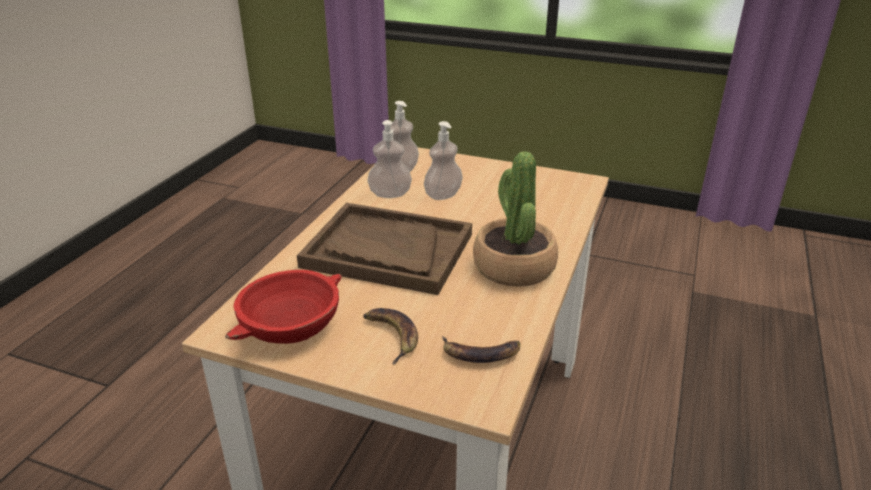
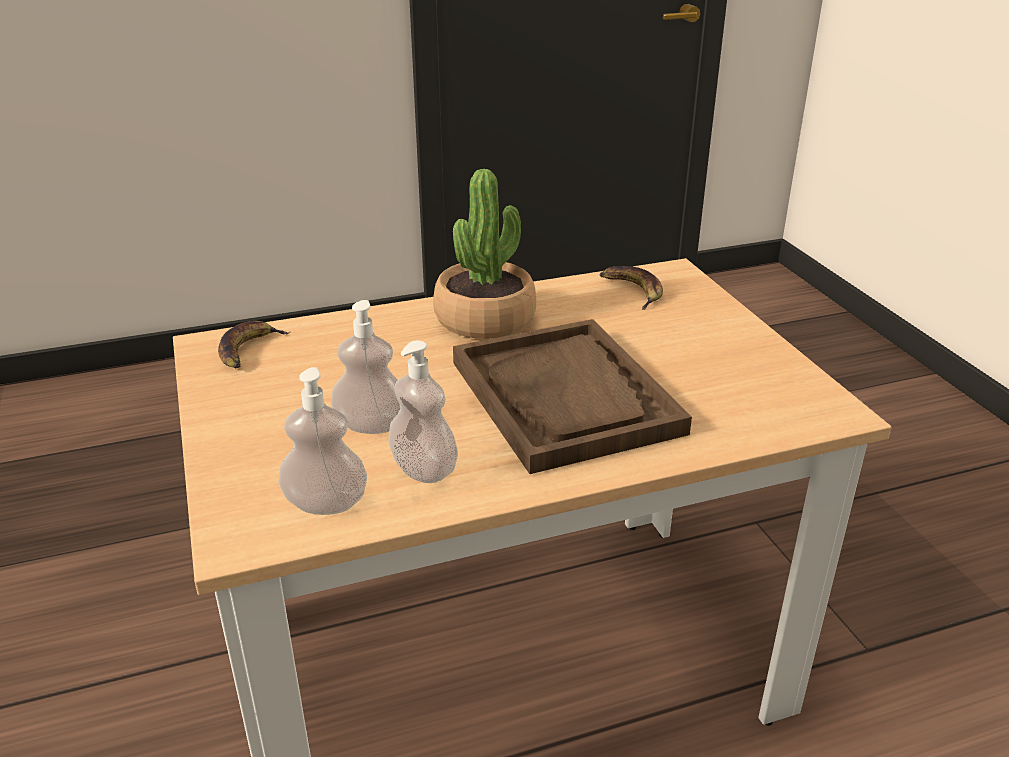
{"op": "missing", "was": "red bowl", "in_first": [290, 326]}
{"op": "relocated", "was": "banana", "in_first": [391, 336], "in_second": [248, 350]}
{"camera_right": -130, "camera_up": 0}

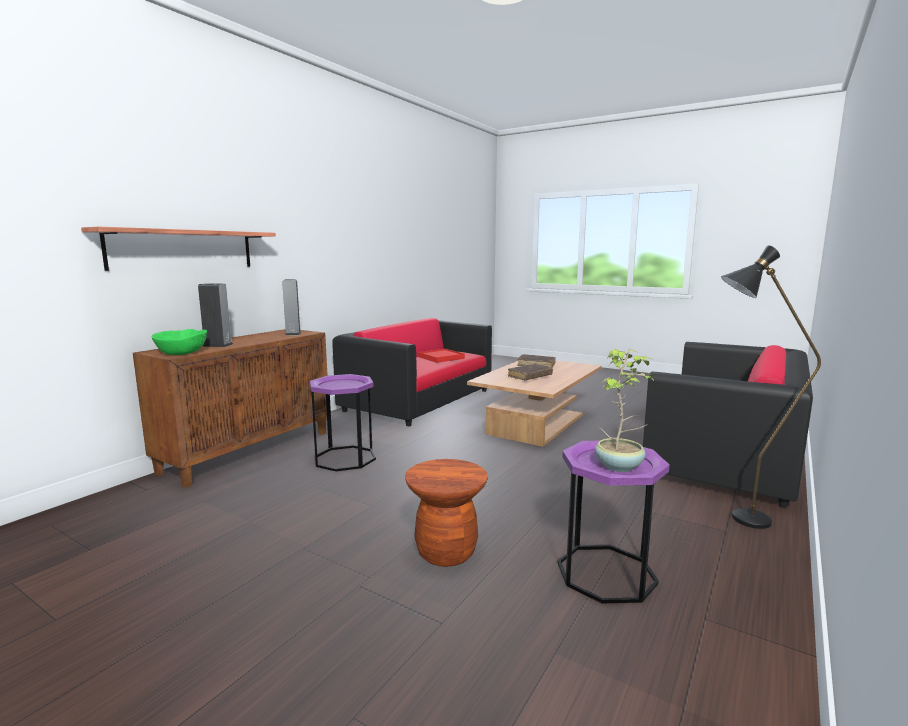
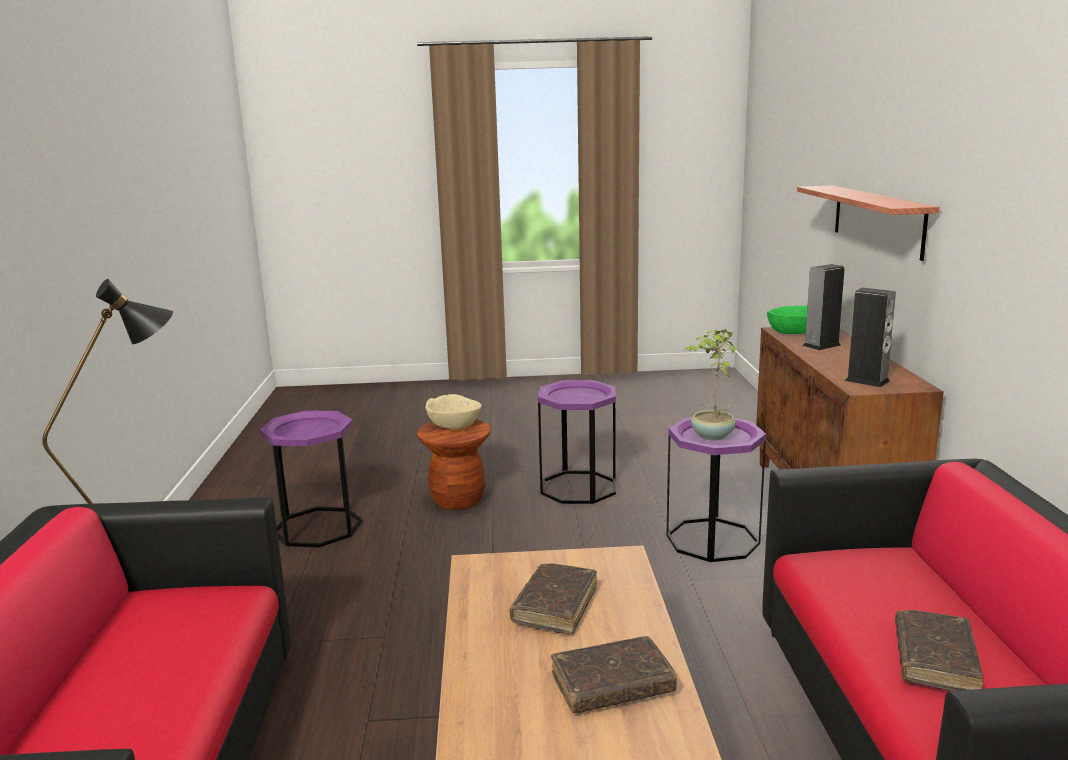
{"op": "exchanged", "was": "red tray", "now": "brown book", "in_first": [441, 358], "in_second": [935, 660]}
{"op": "relocated", "was": "potted plant", "in_first": [620, 466], "in_second": [711, 436]}
{"op": "appeared", "now": "beige bowl", "in_second": [454, 425]}
{"op": "appeared", "now": "purple side table", "in_second": [578, 487]}
{"camera_right": 145, "camera_up": 5}

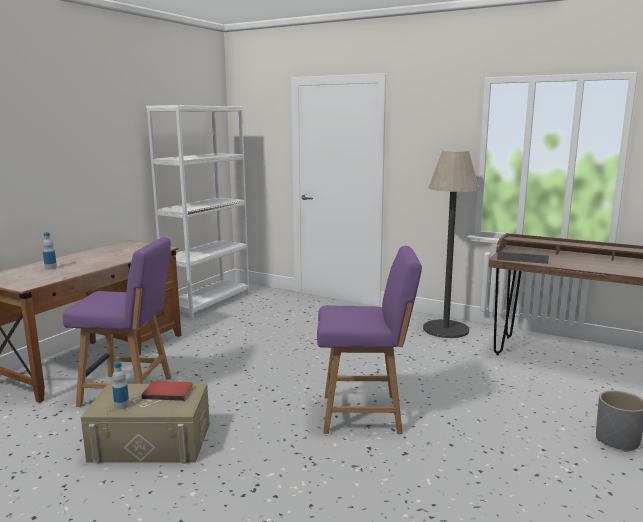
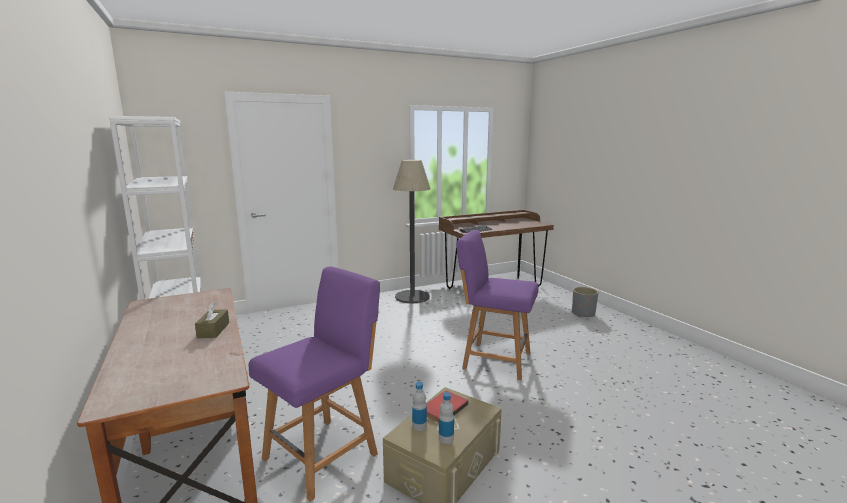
{"op": "relocated", "was": "bottle", "in_first": [51, 268], "in_second": [419, 426]}
{"op": "spun", "was": "purple chair", "in_first": [365, 413], "in_second": [494, 360], "clockwise": -105}
{"op": "appeared", "now": "brown tissue box", "in_second": [213, 330]}
{"camera_right": -55, "camera_up": 0}

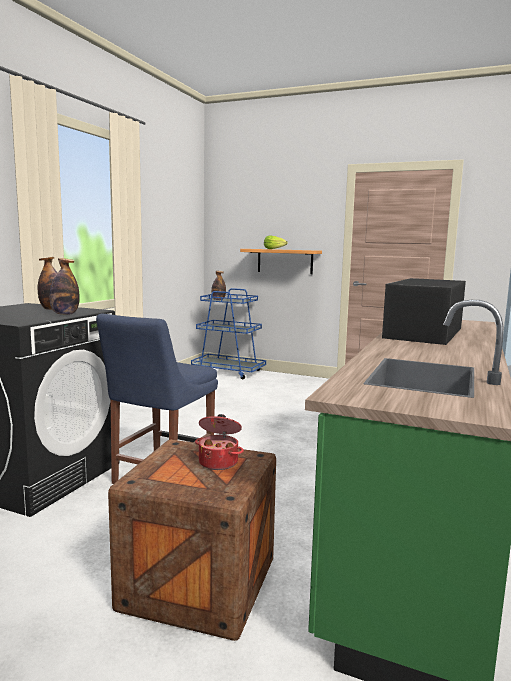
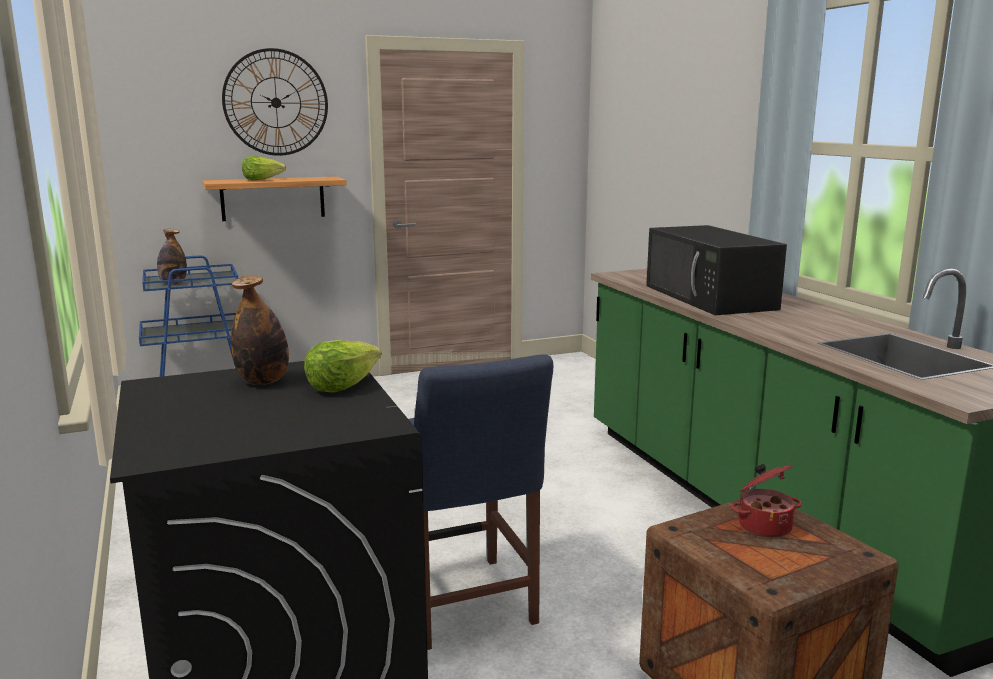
{"op": "exchanged", "was": "bottle", "now": "lettuce", "in_first": [65, 314], "in_second": [342, 385]}
{"op": "appeared", "now": "wall clock", "in_second": [276, 102]}
{"camera_right": -45, "camera_up": 5}

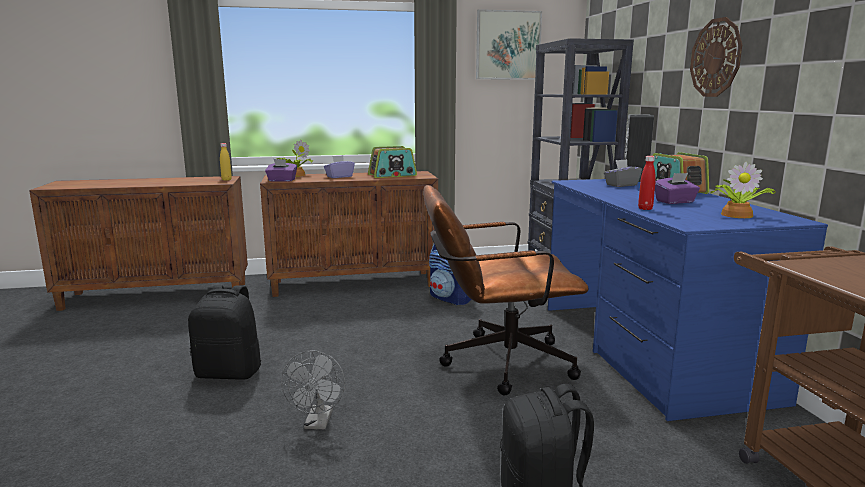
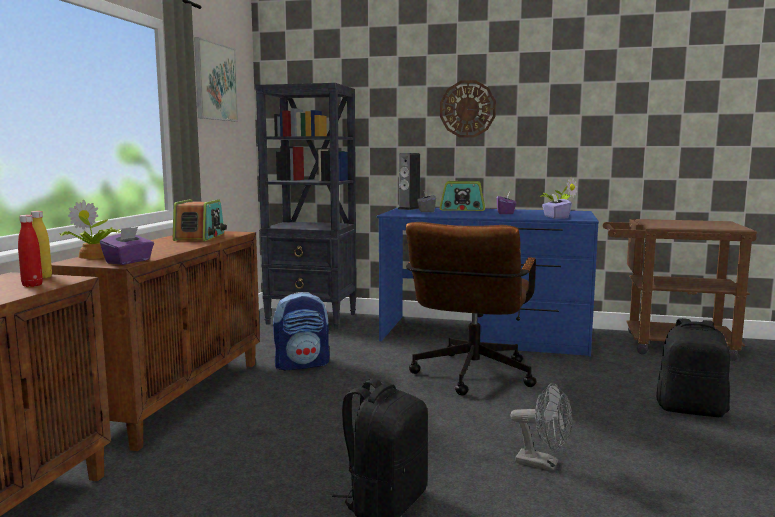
{"op": "relocated", "was": "purple tissue box", "in_first": [339, 176], "in_second": [555, 217]}
{"op": "relocated", "was": "red bottle", "in_first": [645, 209], "in_second": [32, 285]}
{"camera_right": -65, "camera_up": -5}

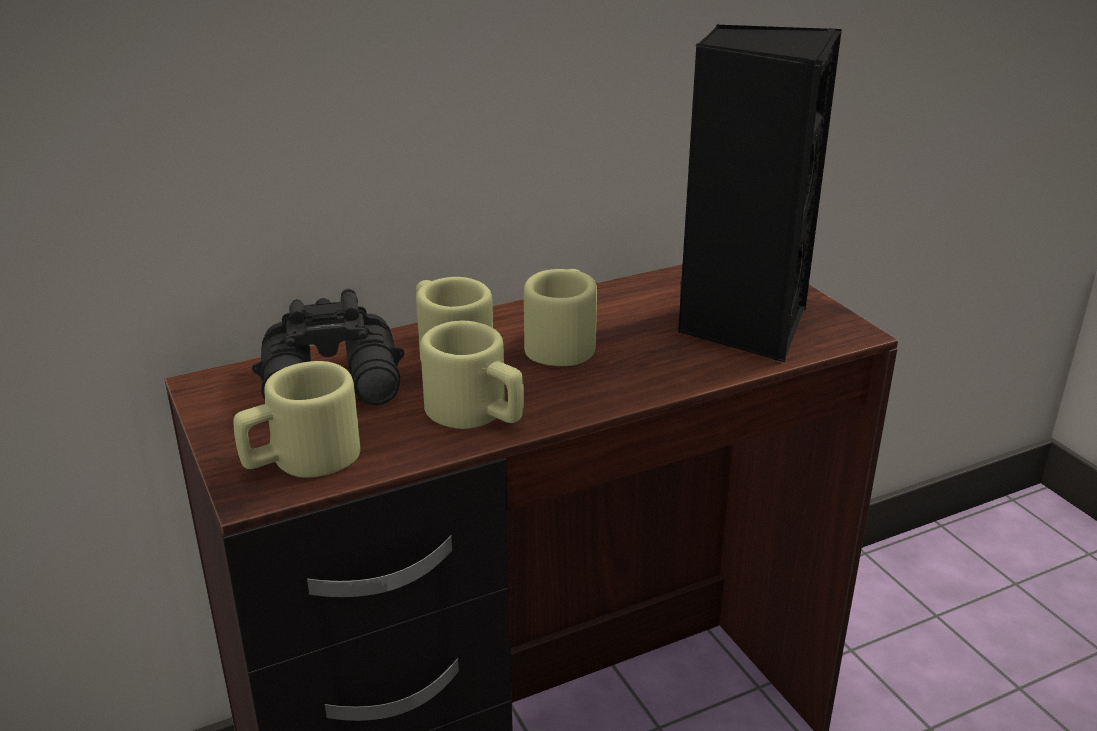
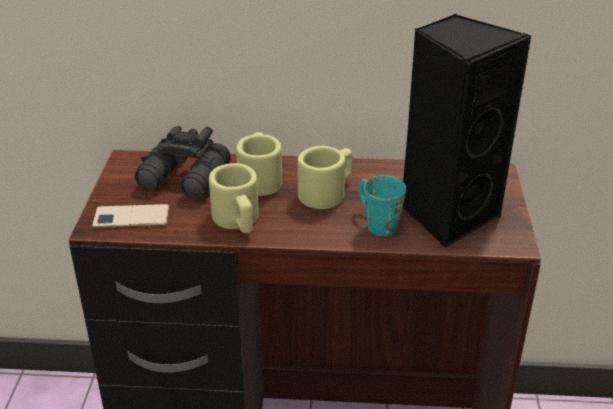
{"op": "exchanged", "was": "beige mug", "now": "phone", "in_first": [301, 460], "in_second": [131, 217]}
{"op": "appeared", "now": "turquoise mug", "in_second": [375, 222]}
{"camera_right": 30, "camera_up": 5}

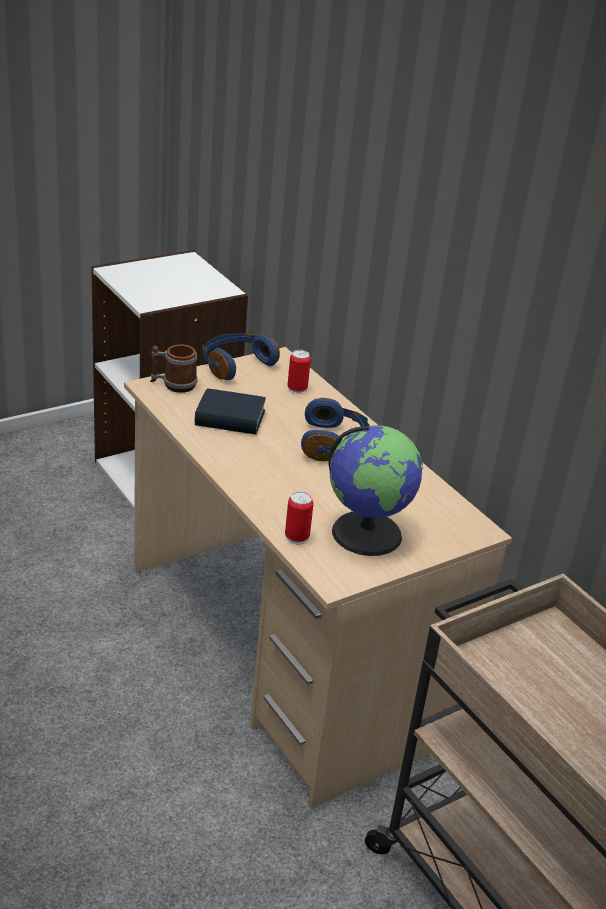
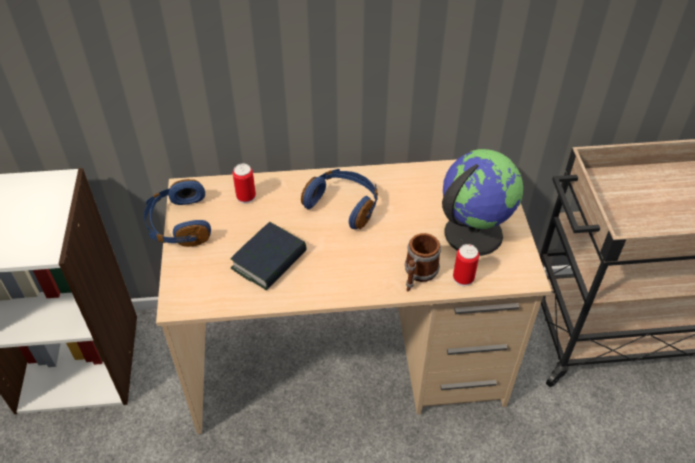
{"op": "relocated", "was": "mug", "in_first": [173, 384], "in_second": [418, 275]}
{"camera_right": -60, "camera_up": 15}

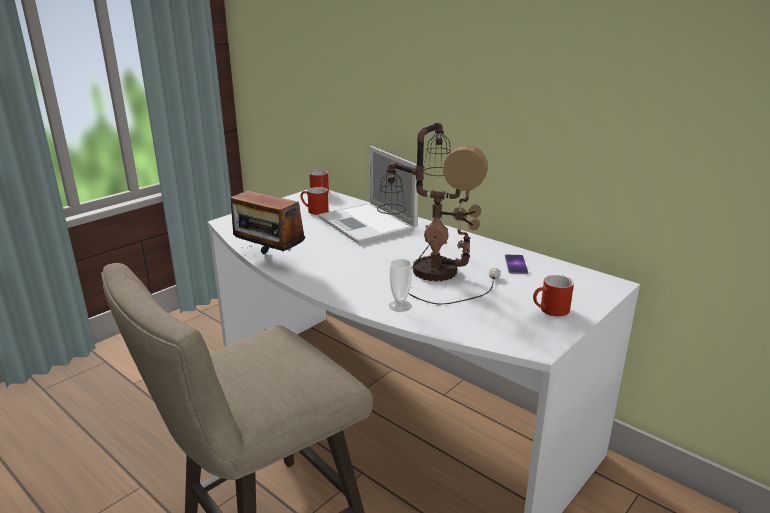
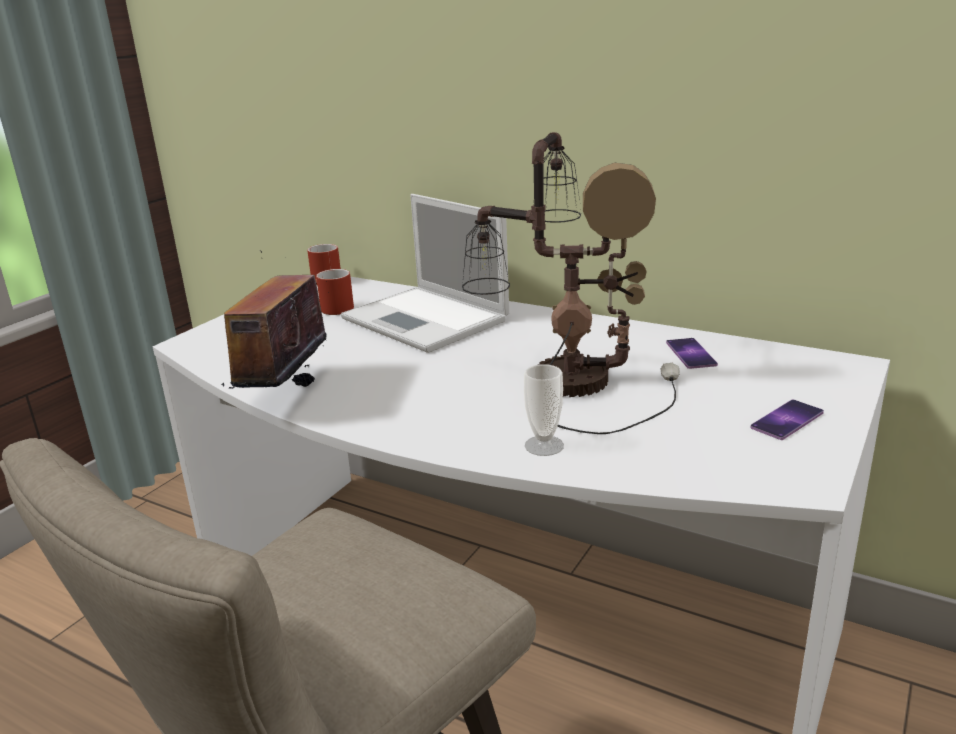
{"op": "spun", "was": "radio", "in_first": [269, 259], "in_second": [285, 396], "clockwise": 75}
{"op": "exchanged", "was": "red mug", "now": "phone", "in_first": [550, 311], "in_second": [787, 420]}
{"camera_right": -10, "camera_up": 0}

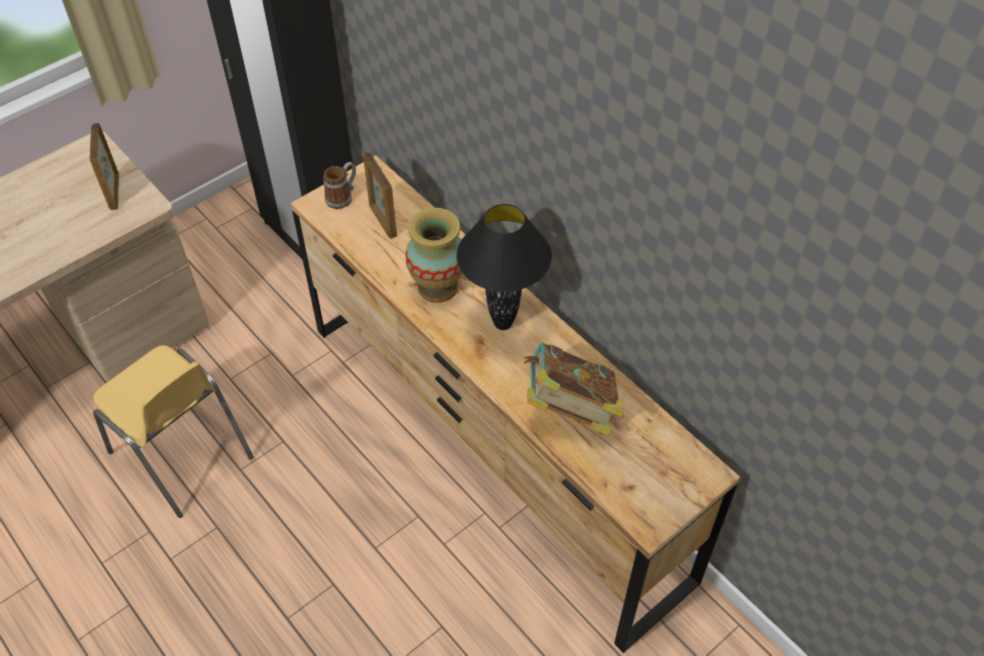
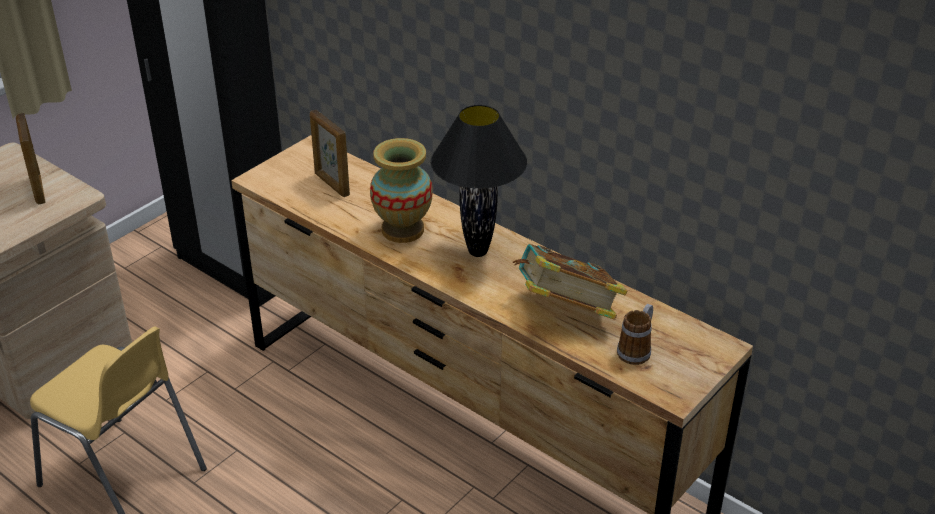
{"op": "relocated", "was": "mug", "in_first": [343, 197], "in_second": [636, 350]}
{"camera_right": -10, "camera_up": -15}

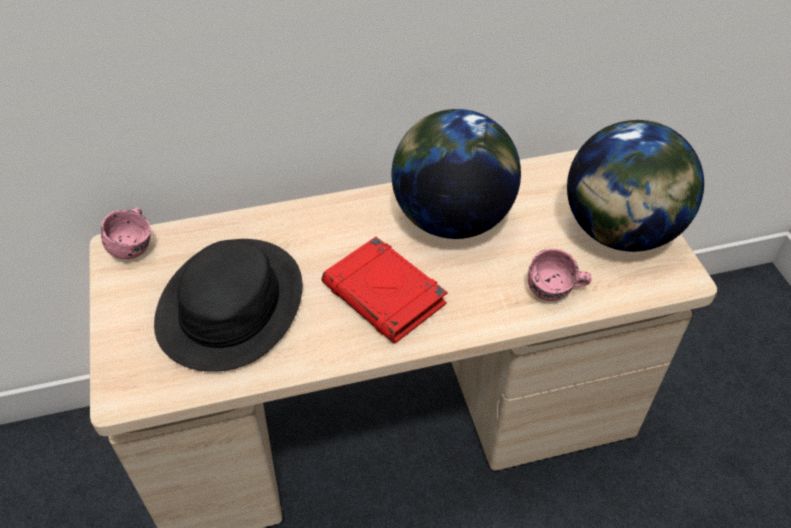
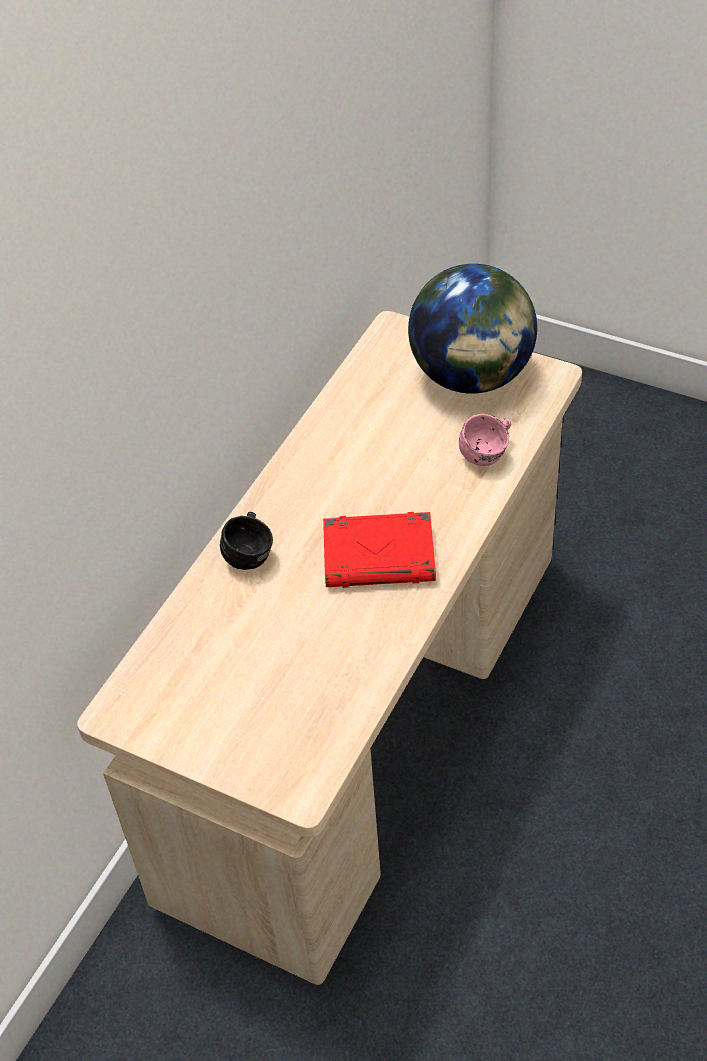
{"op": "missing", "was": "pink mug", "in_first": [135, 246]}
{"op": "missing", "was": "black hat", "in_first": [230, 304]}
{"op": "missing", "was": "globe", "in_first": [451, 219]}
{"op": "appeared", "now": "black mug", "in_second": [251, 554]}
{"camera_right": -45, "camera_up": 0}

